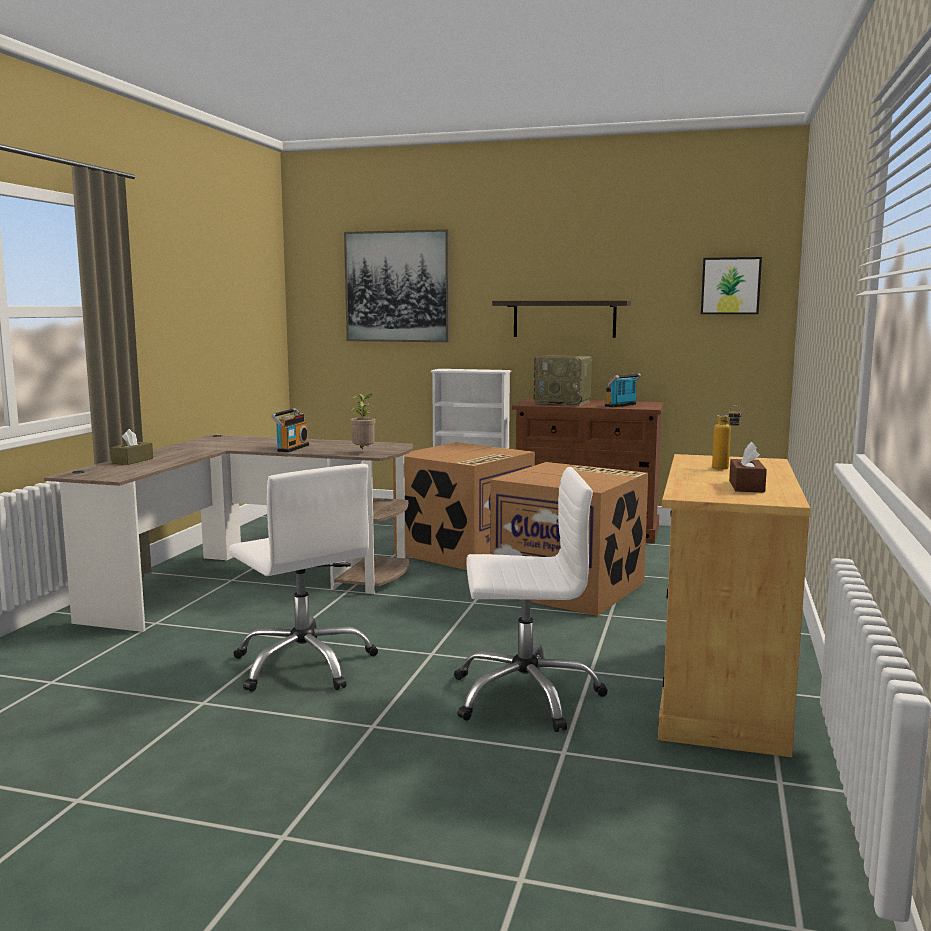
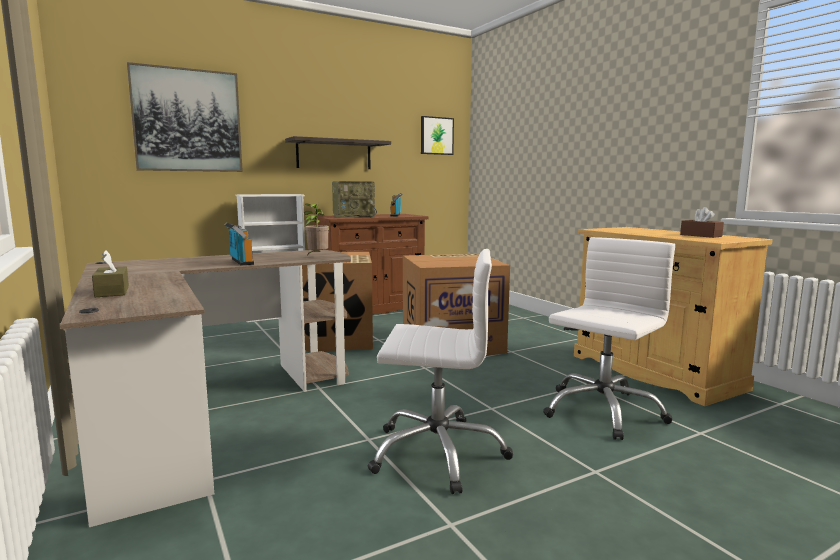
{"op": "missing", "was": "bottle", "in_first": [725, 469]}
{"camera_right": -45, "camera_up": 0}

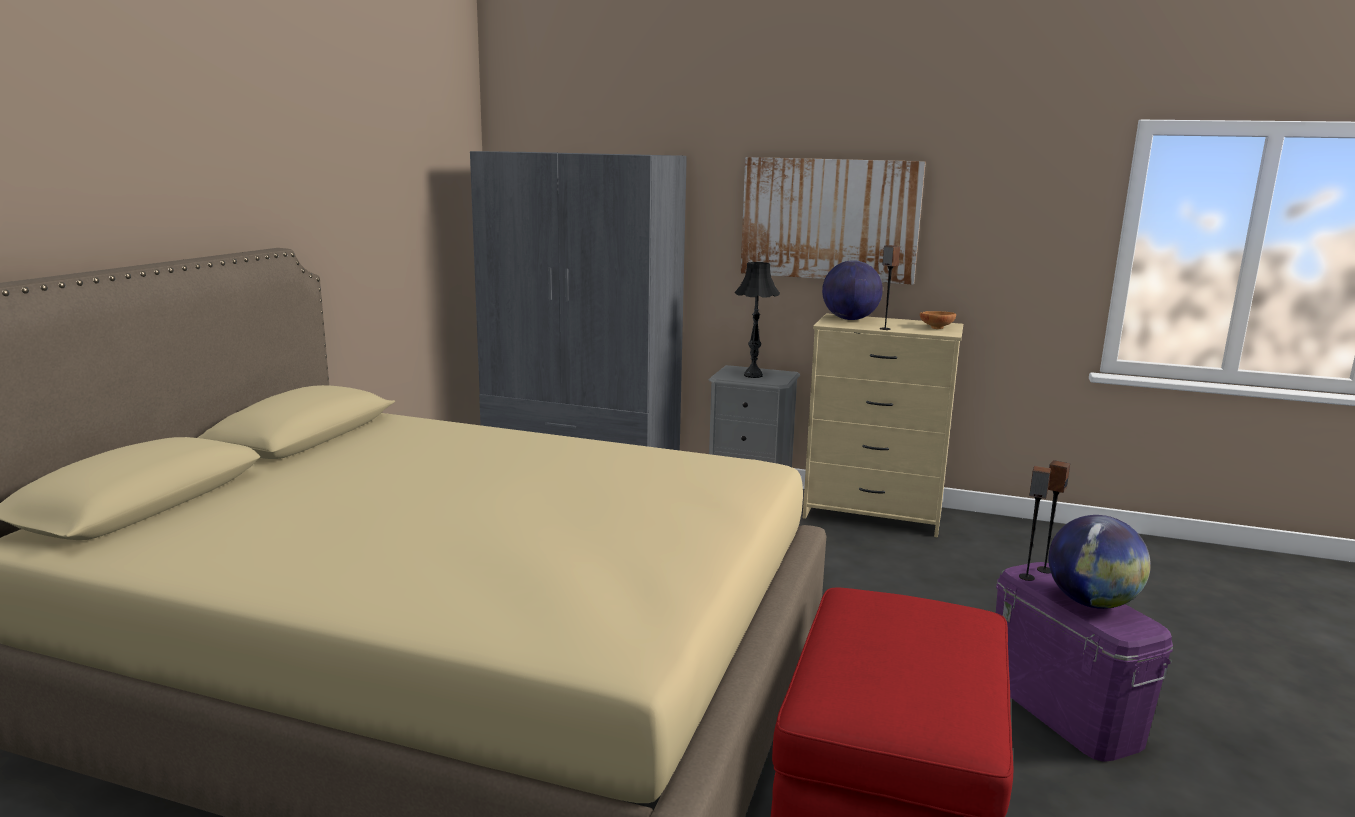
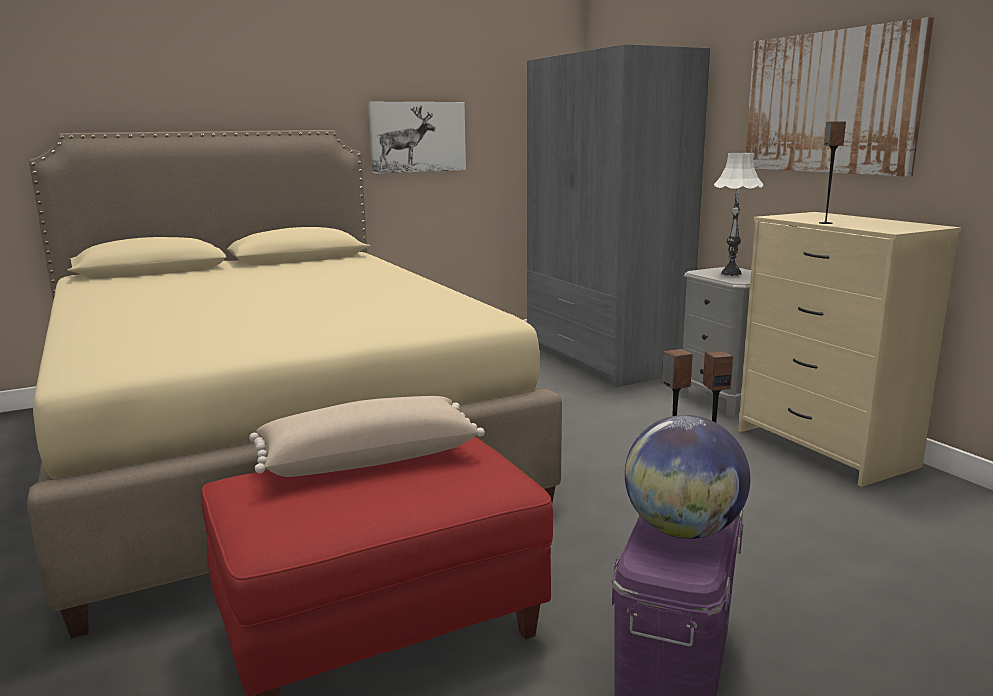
{"op": "colour", "was": "black table lamp", "now": "white table lamp", "in_first": [753, 375], "in_second": [731, 274]}
{"op": "missing", "was": "globe", "in_first": [849, 319]}
{"op": "missing", "was": "brown bowl", "in_first": [936, 327]}
{"op": "appeared", "now": "beige pillow", "in_second": [368, 458]}
{"op": "appeared", "now": "picture", "in_second": [417, 137]}
{"camera_right": 45, "camera_up": 0}

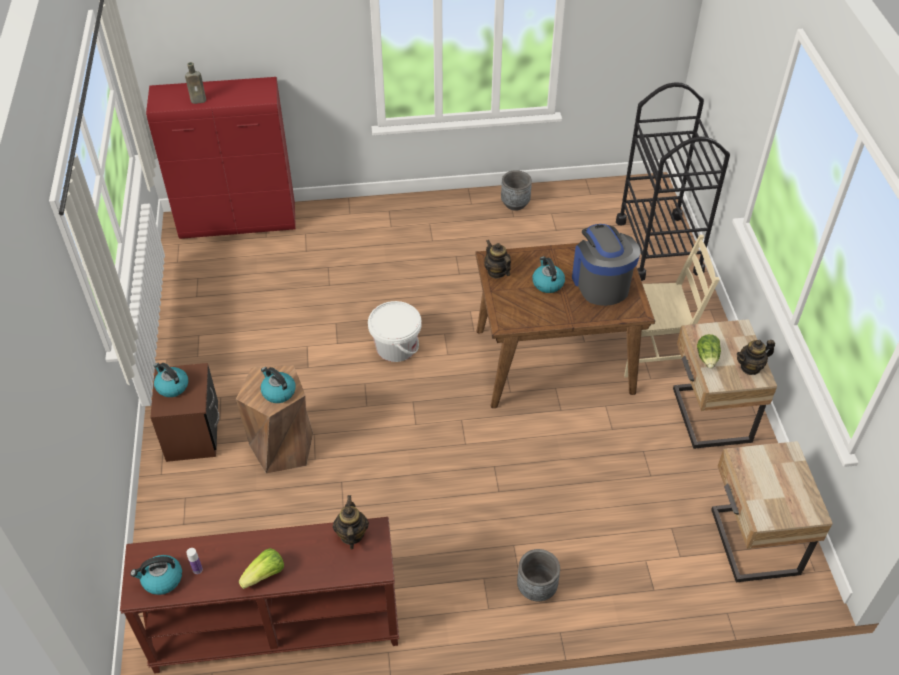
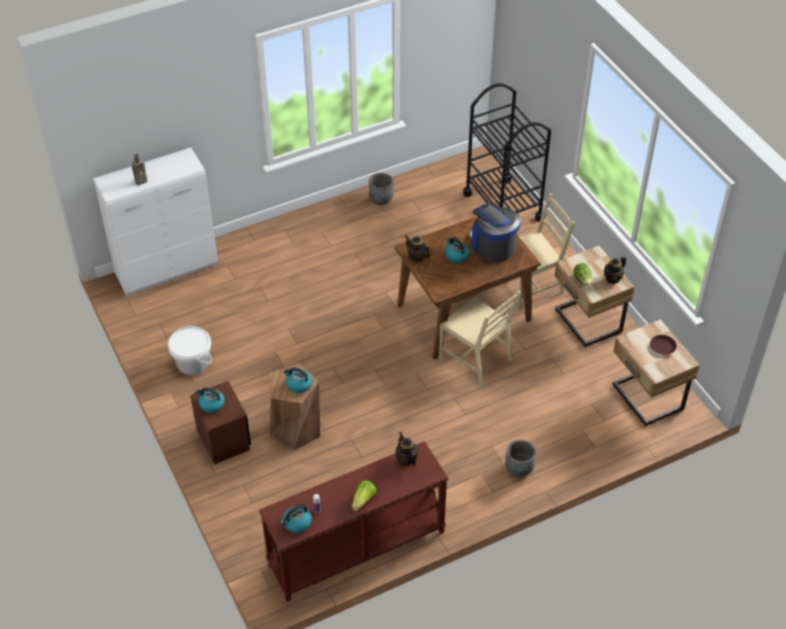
{"op": "colour", "was": "red cabinet", "now": "white cabinet", "in_first": [239, 222], "in_second": [168, 269]}
{"op": "relocated", "was": "white bucket", "in_first": [396, 347], "in_second": [193, 362]}
{"op": "appeared", "now": "beige chair", "in_second": [476, 359]}
{"op": "appeared", "now": "brown plate", "in_second": [662, 347]}
{"camera_right": -20, "camera_up": 0}

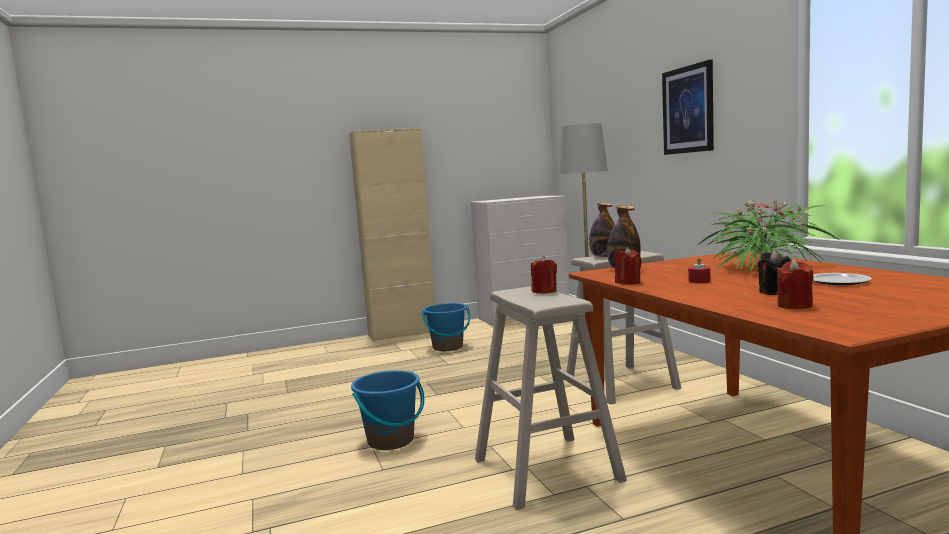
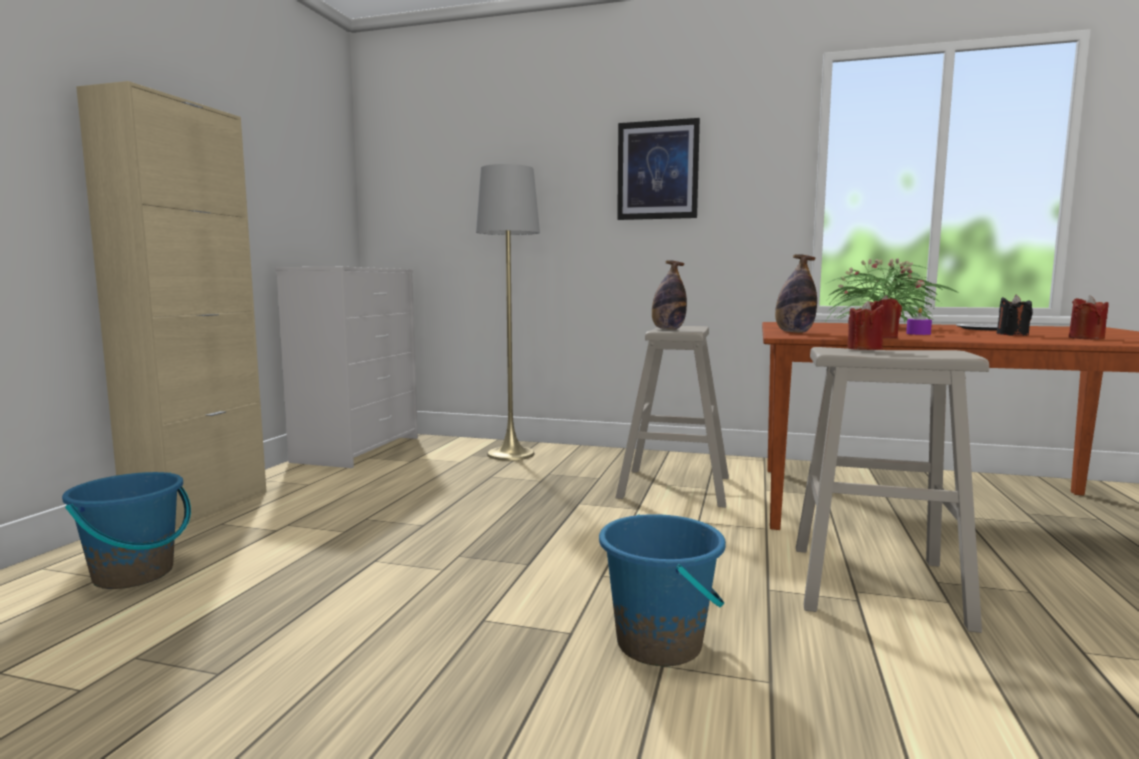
{"op": "relocated", "was": "blue bucket", "in_first": [448, 347], "in_second": [134, 574]}
{"op": "colour", "was": "red candle", "now": "purple candle", "in_first": [699, 281], "in_second": [918, 334]}
{"camera_right": -55, "camera_up": 0}

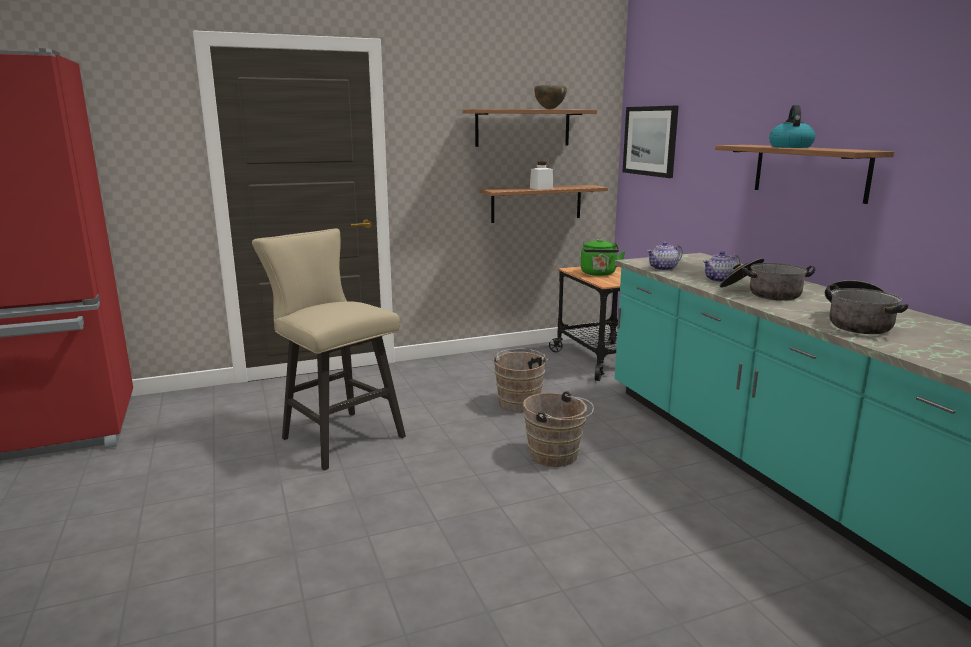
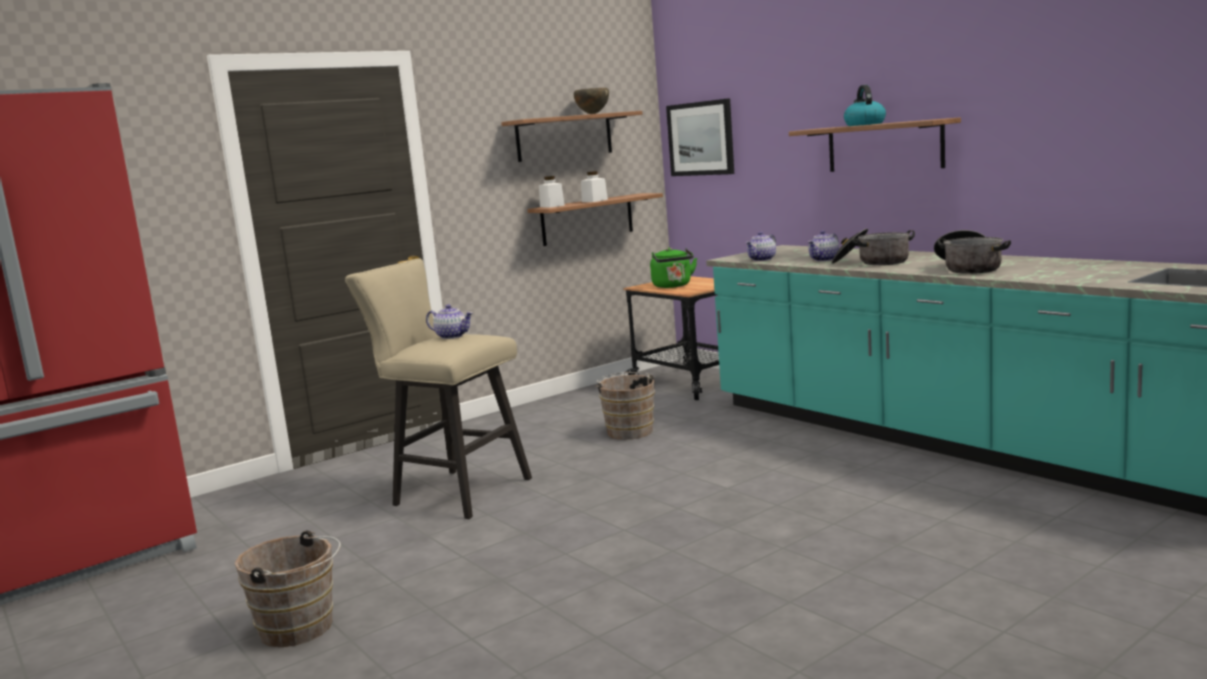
{"op": "relocated", "was": "brown bucket", "in_first": [556, 456], "in_second": [301, 629]}
{"op": "appeared", "now": "teapot", "in_second": [452, 336]}
{"op": "appeared", "now": "white jar", "in_second": [552, 206]}
{"camera_right": -15, "camera_up": -5}

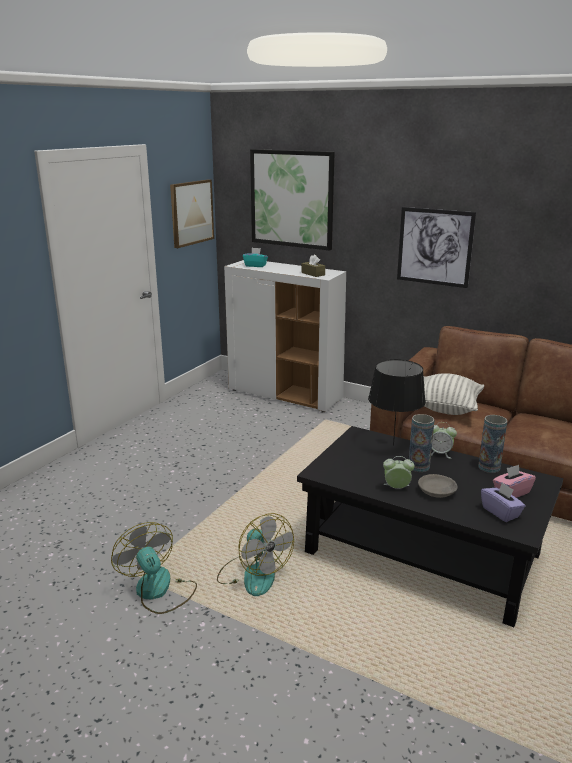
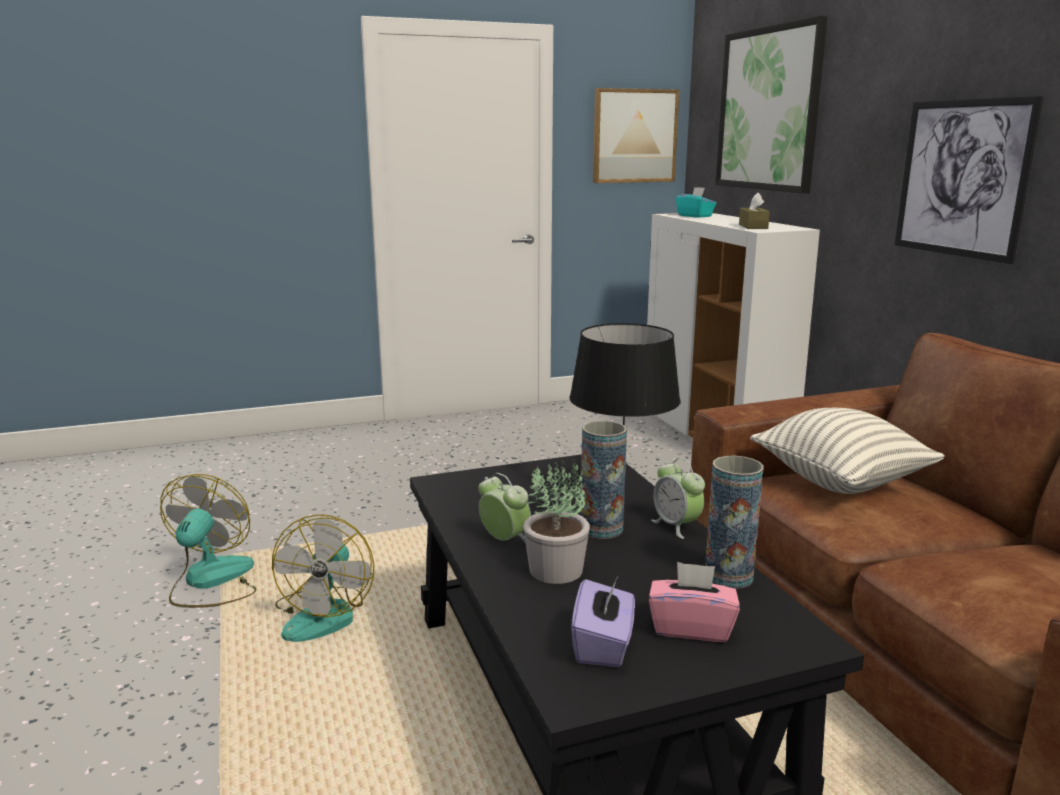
{"op": "exchanged", "was": "grey bowl", "now": "potted plant", "in_first": [437, 491], "in_second": [557, 570]}
{"camera_right": 40, "camera_up": -5}

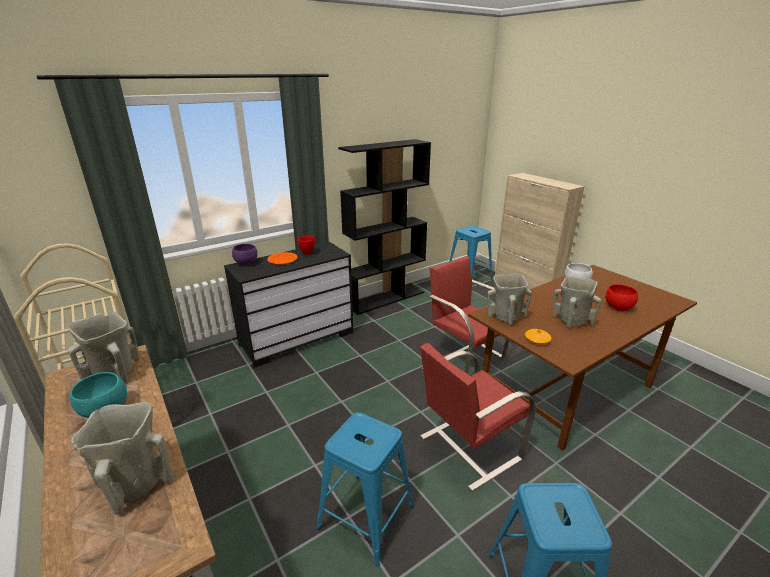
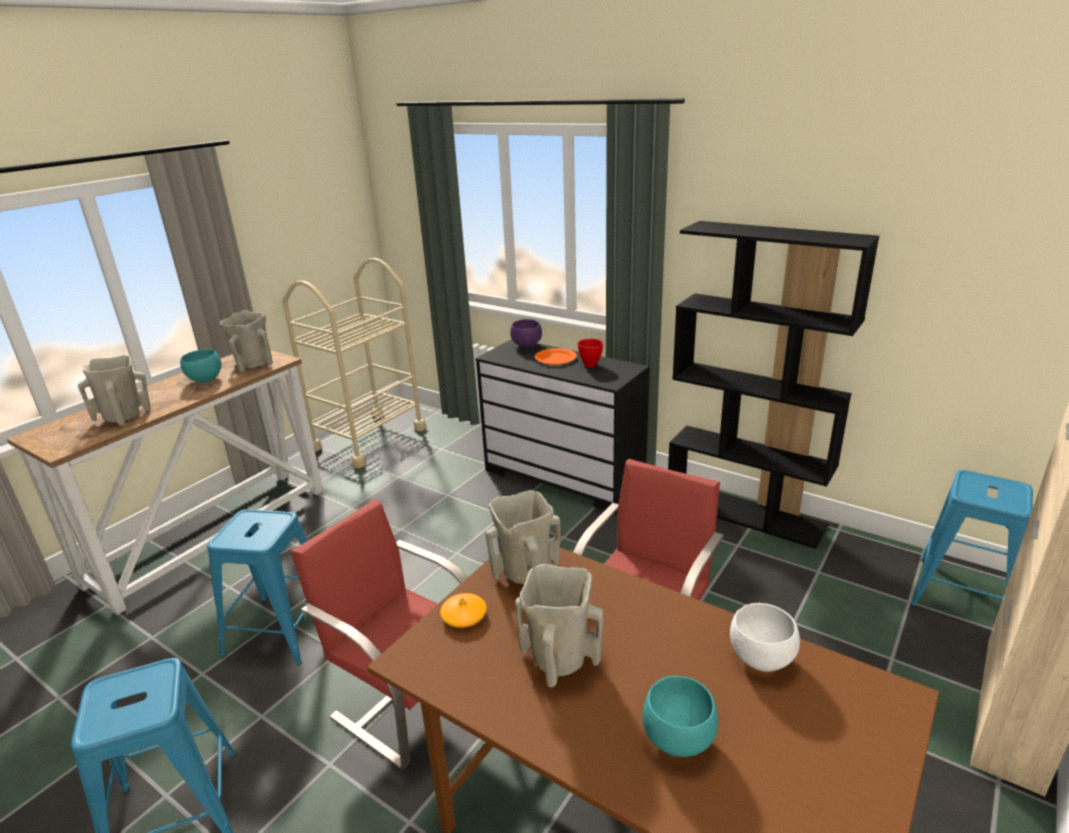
{"op": "colour", "was": "red bowl", "now": "turquoise bowl", "in_first": [618, 308], "in_second": [676, 739]}
{"camera_right": 70, "camera_up": 0}

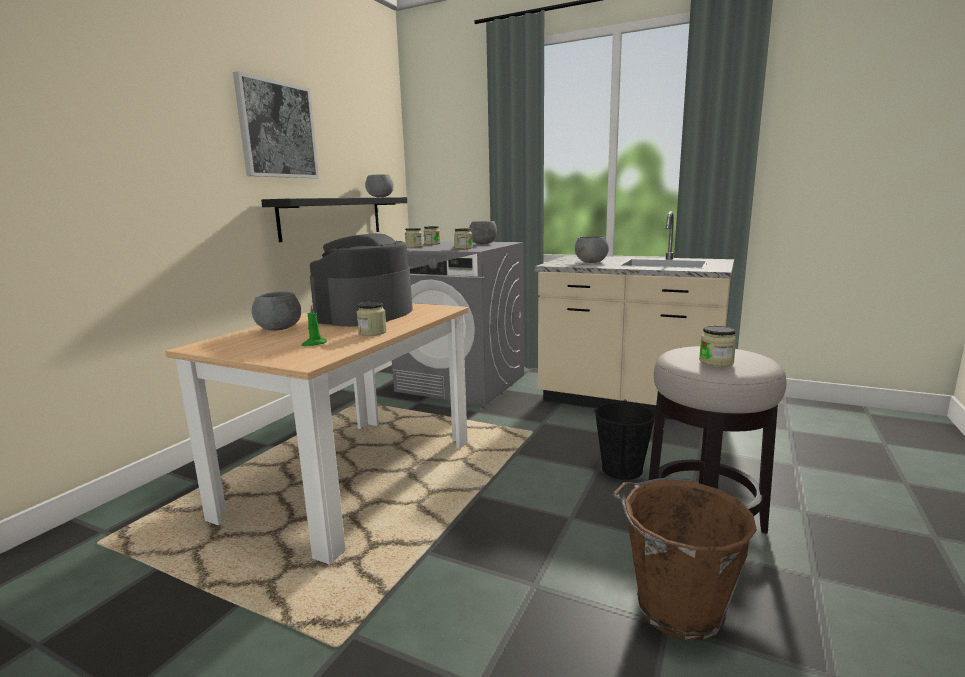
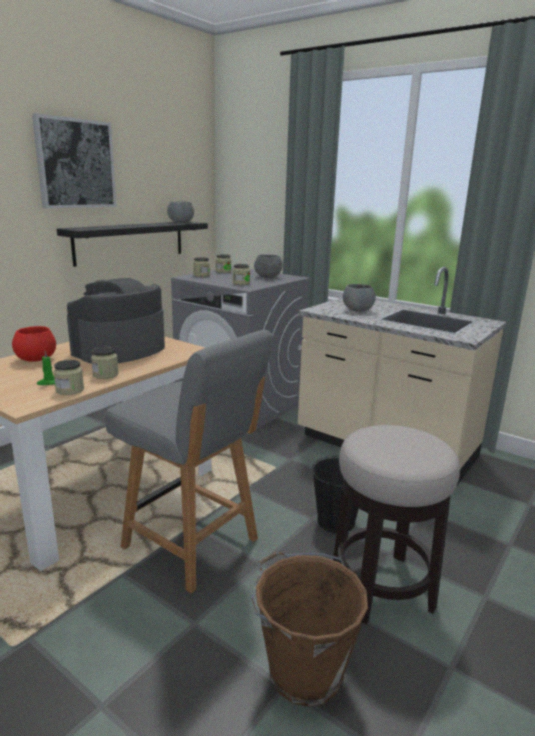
{"op": "colour", "was": "grey bowl", "now": "red bowl", "in_first": [279, 329], "in_second": [36, 359]}
{"op": "relocated", "was": "jar", "in_first": [716, 362], "in_second": [70, 390]}
{"op": "appeared", "now": "grey chair", "in_second": [192, 545]}
{"camera_right": 10, "camera_up": 5}

